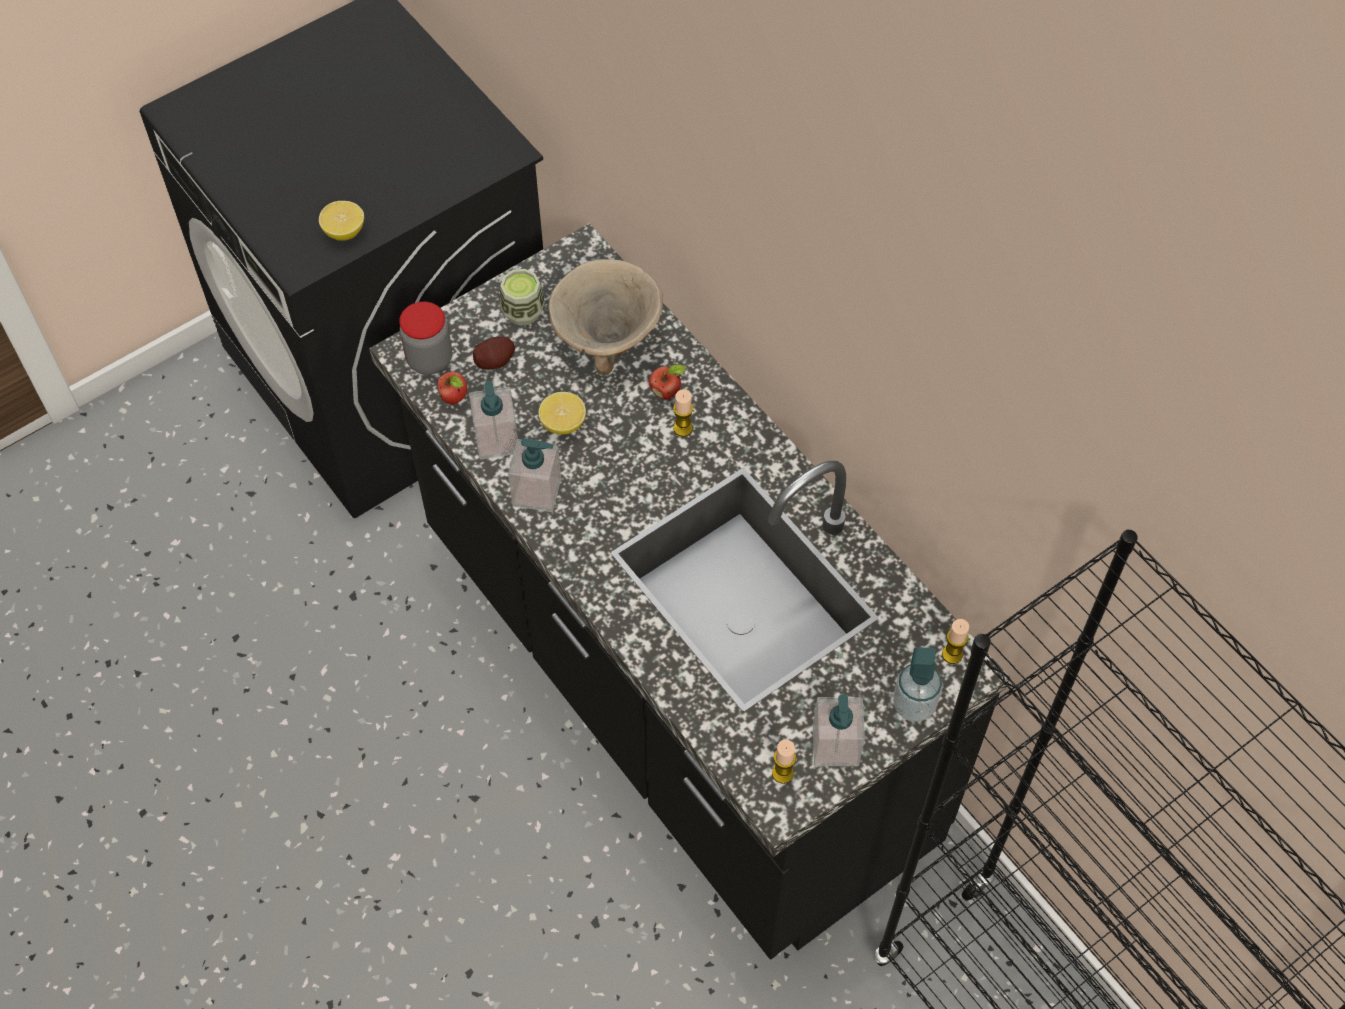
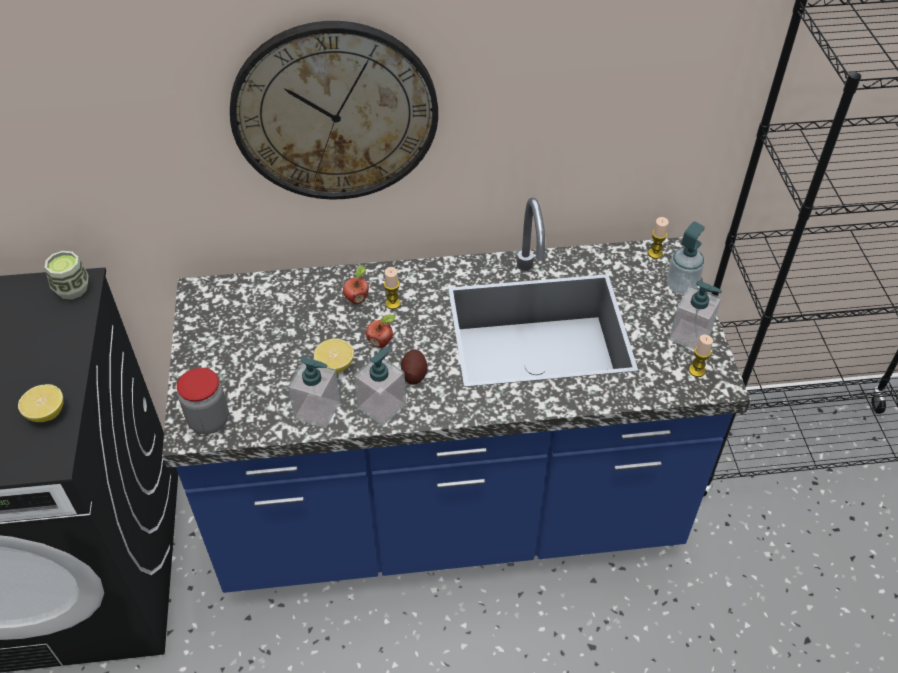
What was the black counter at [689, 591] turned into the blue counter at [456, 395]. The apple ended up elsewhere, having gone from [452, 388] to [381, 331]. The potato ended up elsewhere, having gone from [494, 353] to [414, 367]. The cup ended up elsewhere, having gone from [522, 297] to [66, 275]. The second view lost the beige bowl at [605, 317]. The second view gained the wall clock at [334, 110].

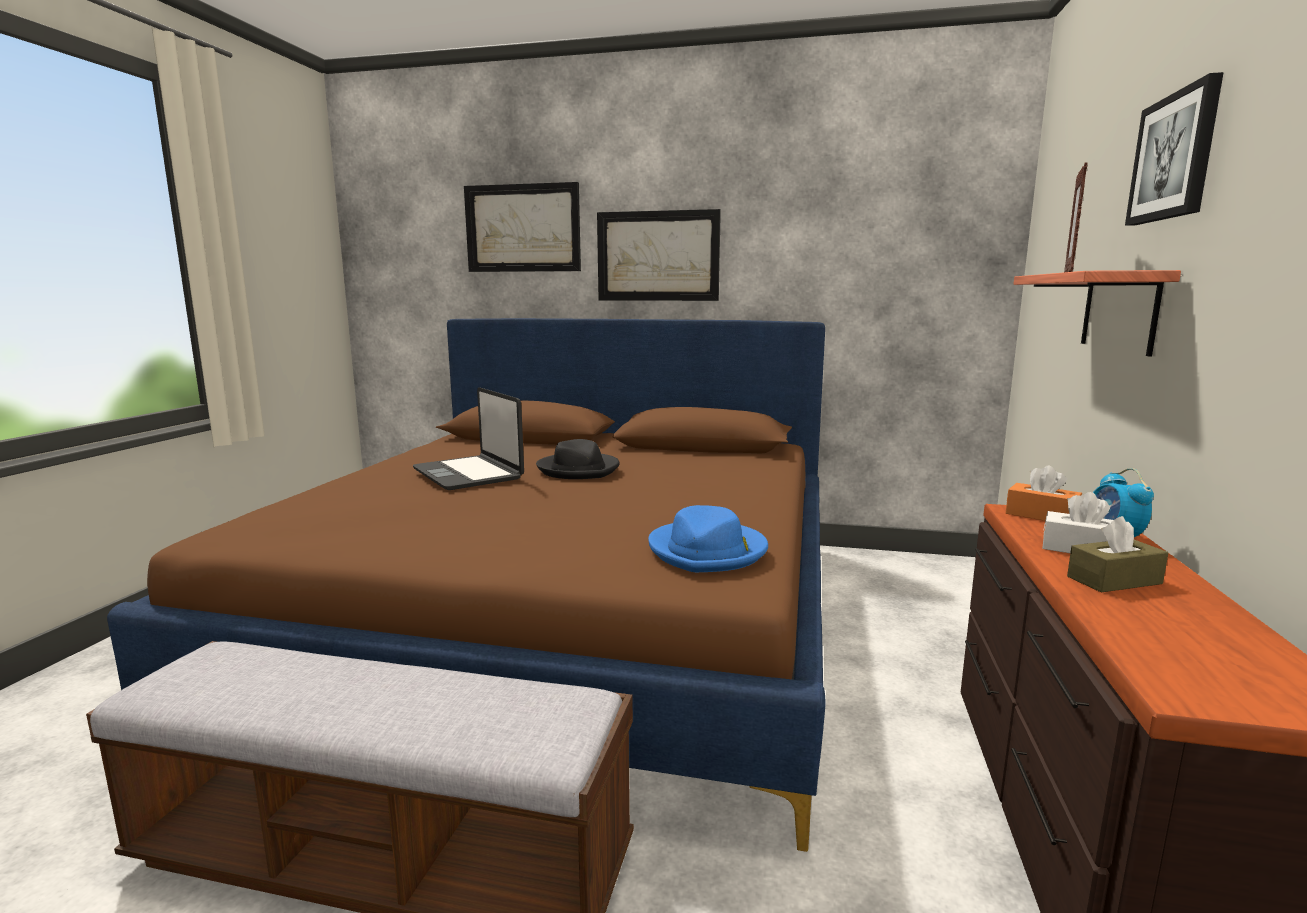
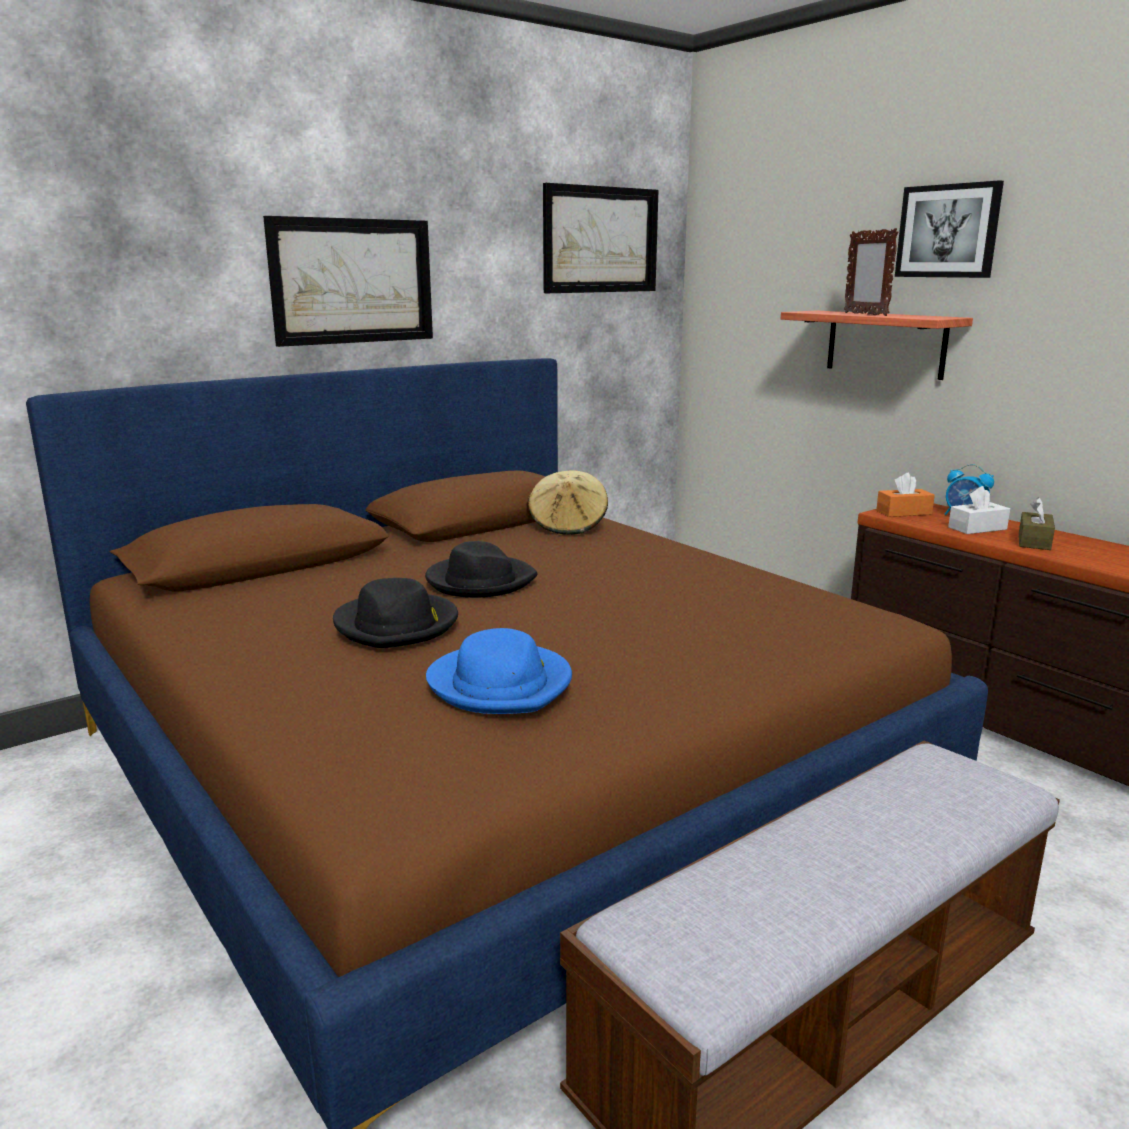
Where the laptop stood at [468, 438], the black hat came to stand at [395, 613]. The picture ended up elsewhere, having gone from [522, 227] to [601, 238]. The blue hat ended up elsewhere, having gone from [708, 538] to [499, 671]. The second view gained the beige hat at [568, 502].

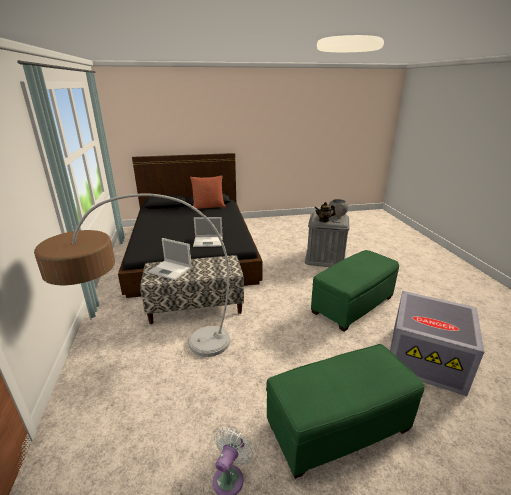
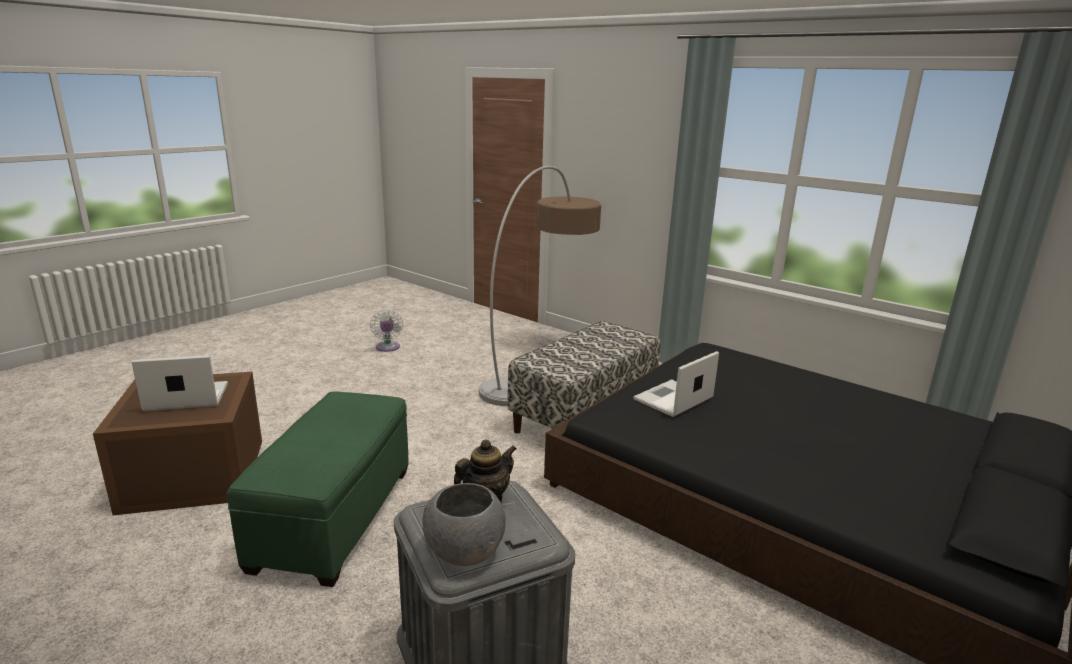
The laptop ended up elsewhere, having gone from [169, 259] to [180, 383]. The second view lost the pillow at [207, 192]. The second view lost the green ottoman at [345, 411]. What was the grey storage box at [437, 343] turned into the brown storage box at [177, 443].

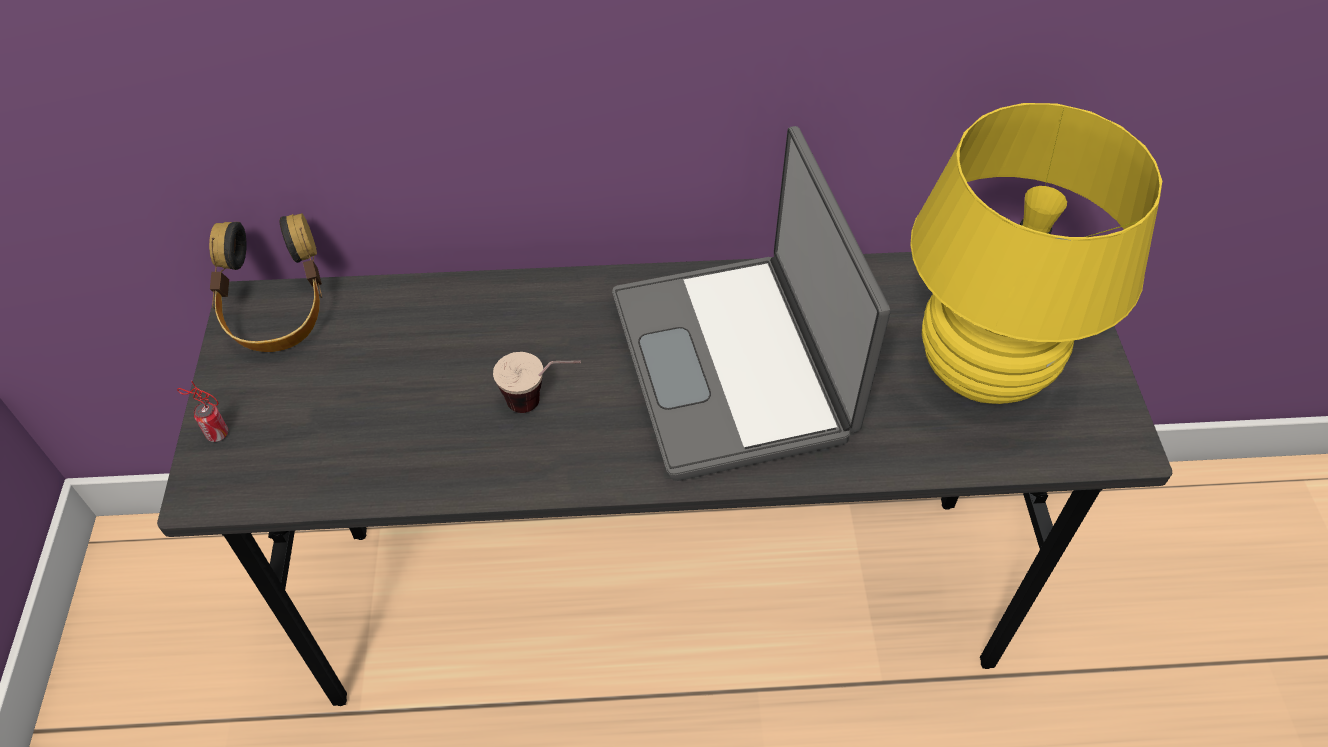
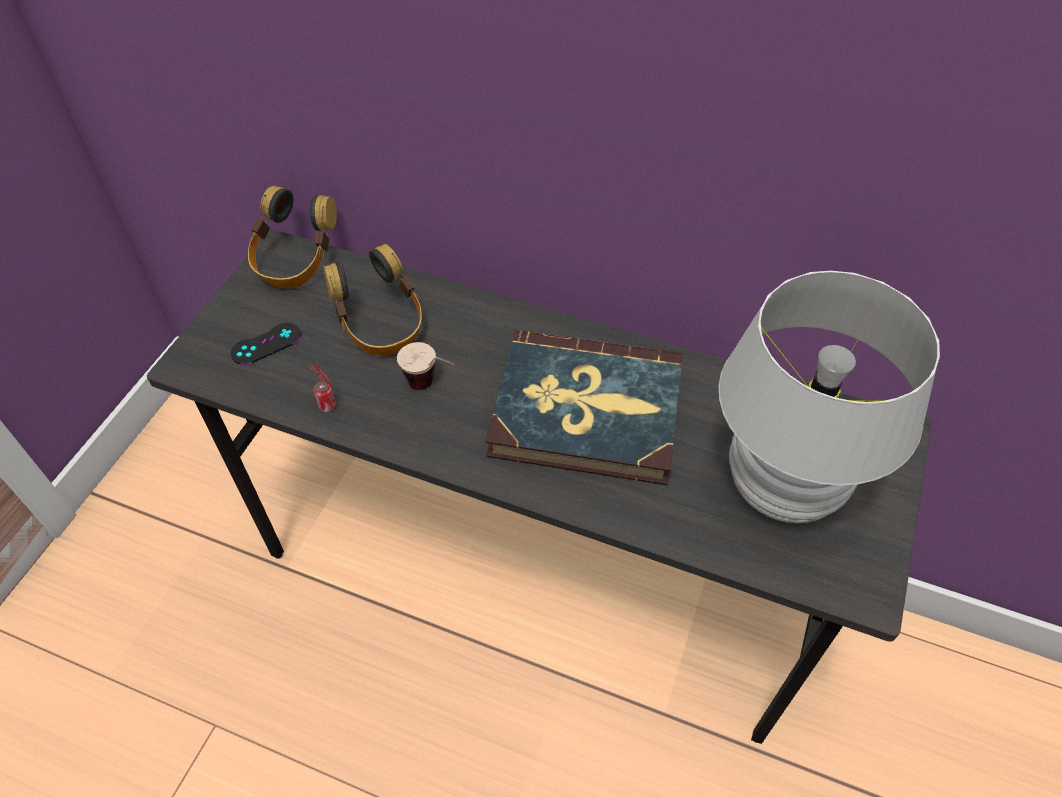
The can ended up elsewhere, having gone from [202, 411] to [322, 387]. Where the laptop stood at [751, 303], the book came to stand at [584, 407]. What was the yellow table lamp at [1036, 253] turned into the white table lamp at [829, 397]. The second view gained the black game controller at [266, 344]. The second view gained the headphones at [372, 300].

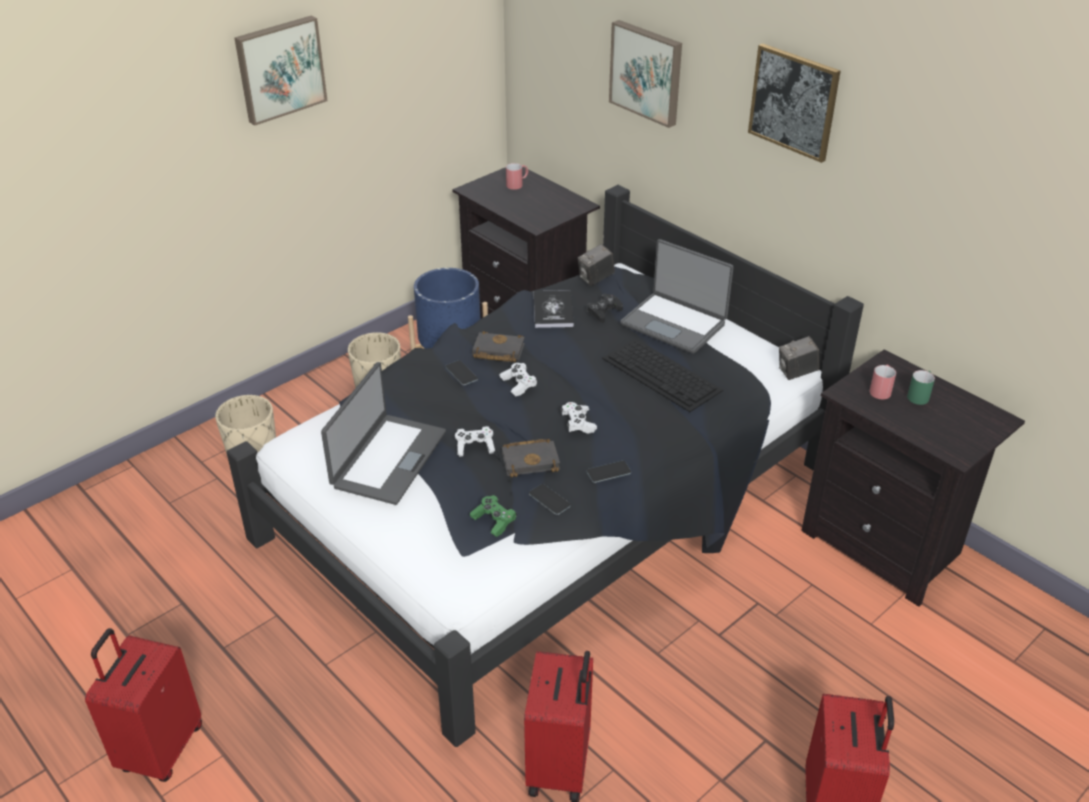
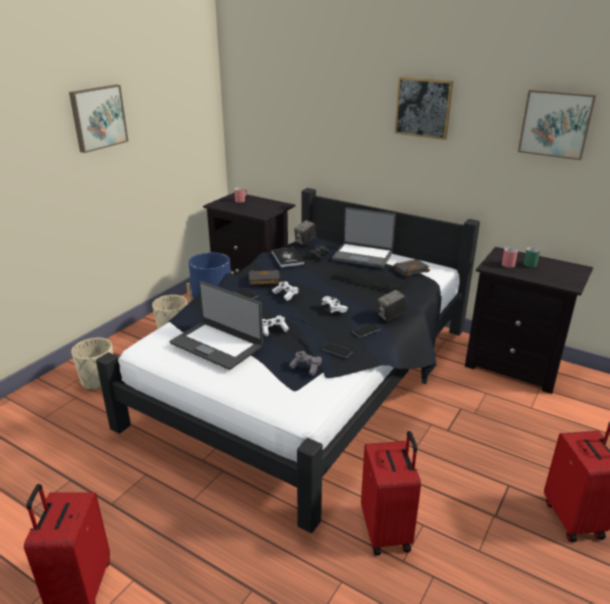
The laptop at [383, 433] ended up facing another way, 120 degrees clockwise from before. What was the green game controller at [493, 516] turned into the grey game controller at [305, 363]. The black book ended up elsewhere, having gone from [531, 458] to [411, 268]. The picture ended up elsewhere, having gone from [645, 74] to [557, 124]. The photo camera ended up elsewhere, having gone from [799, 358] to [391, 305].

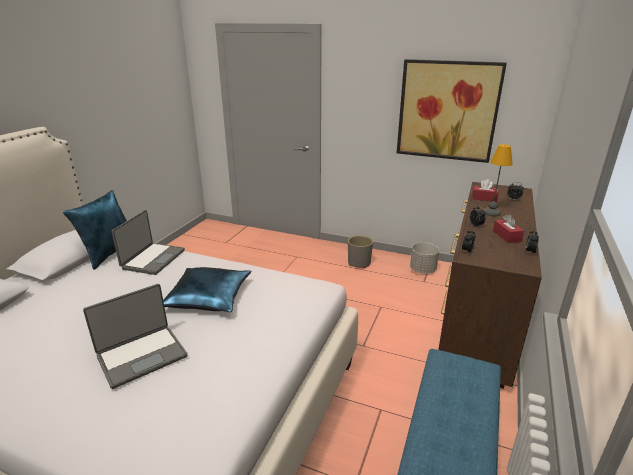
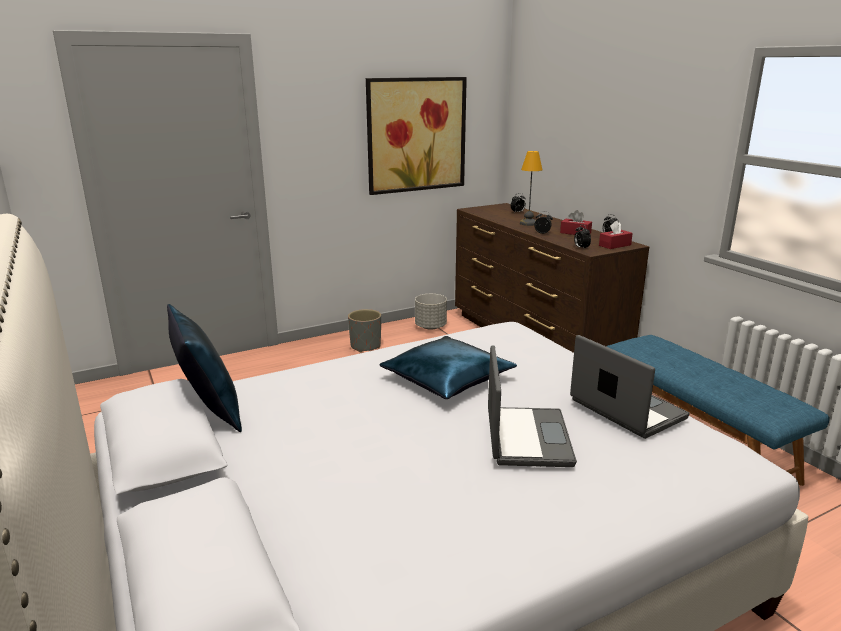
The laptop ended up elsewhere, having gone from [148, 242] to [630, 387]. The red tissue box ended up elsewhere, having gone from [485, 190] to [616, 235].

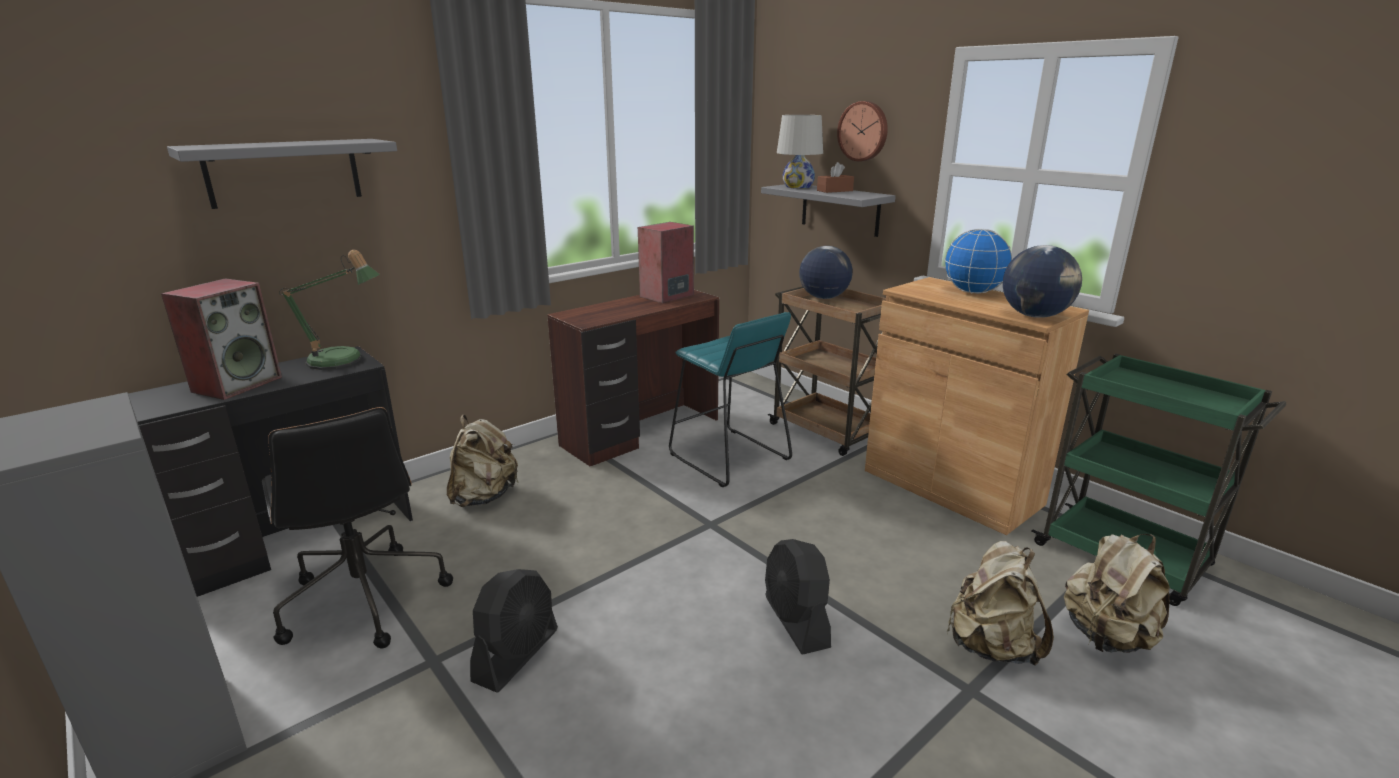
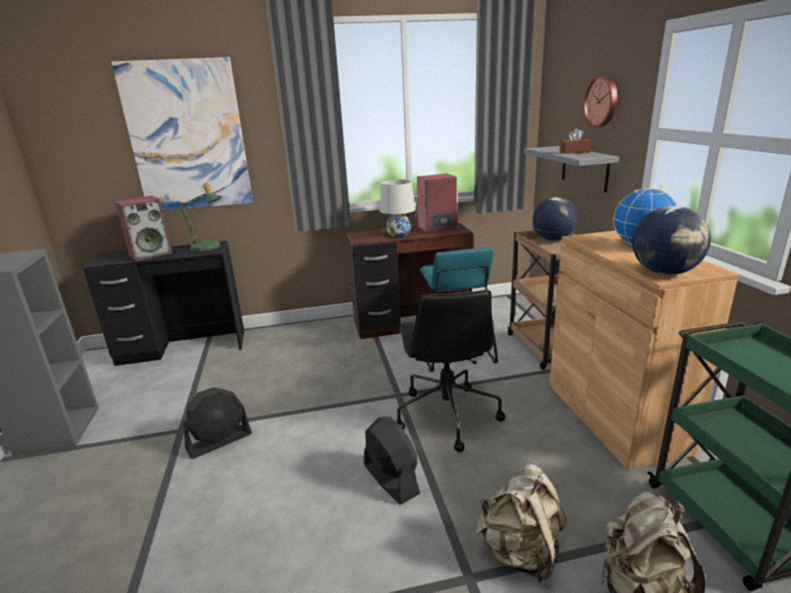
Where the grey shelf hung at [282, 174], the picture came to hang at [182, 134]. The black office chair ended up elsewhere, having gone from [357, 527] to [451, 371]. The second view lost the beige backpack at [483, 460]. The black fan at [798, 597] ended up facing another way, 135 degrees clockwise from before. The white table lamp ended up elsewhere, having gone from [800, 152] to [397, 208].

